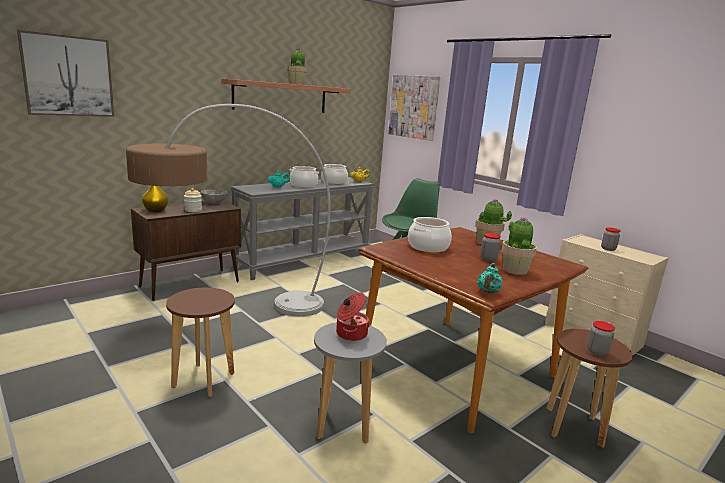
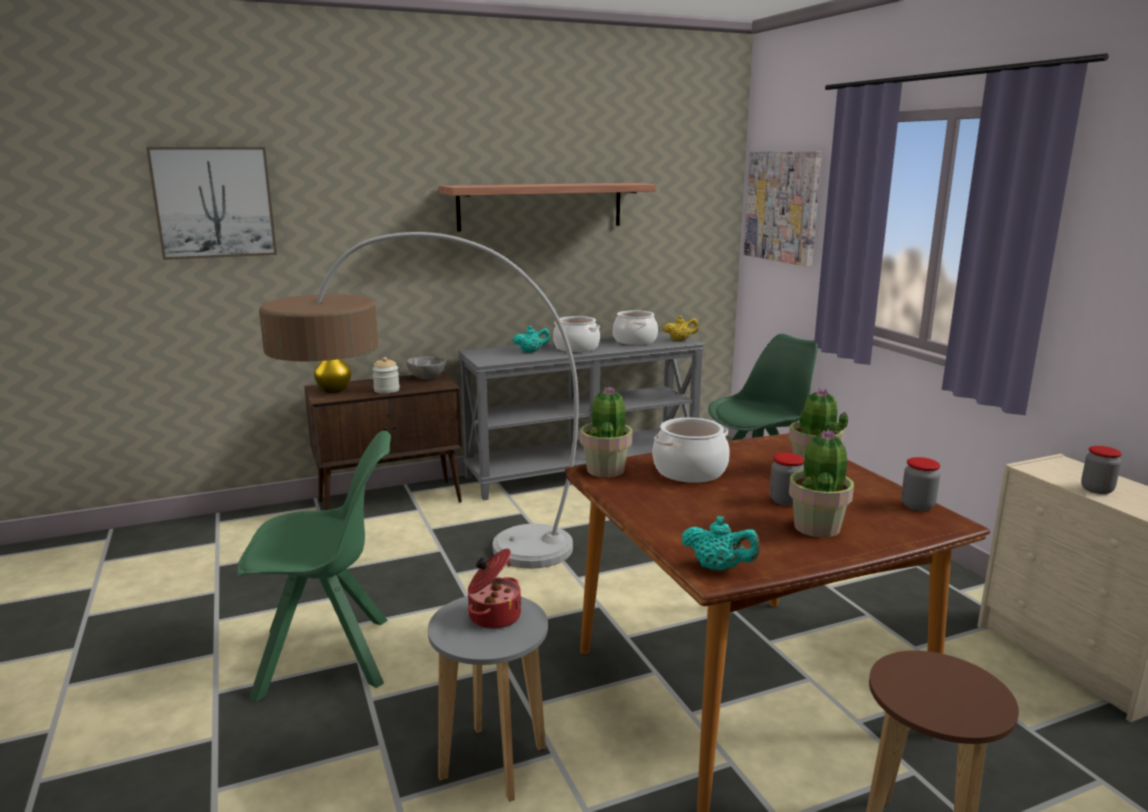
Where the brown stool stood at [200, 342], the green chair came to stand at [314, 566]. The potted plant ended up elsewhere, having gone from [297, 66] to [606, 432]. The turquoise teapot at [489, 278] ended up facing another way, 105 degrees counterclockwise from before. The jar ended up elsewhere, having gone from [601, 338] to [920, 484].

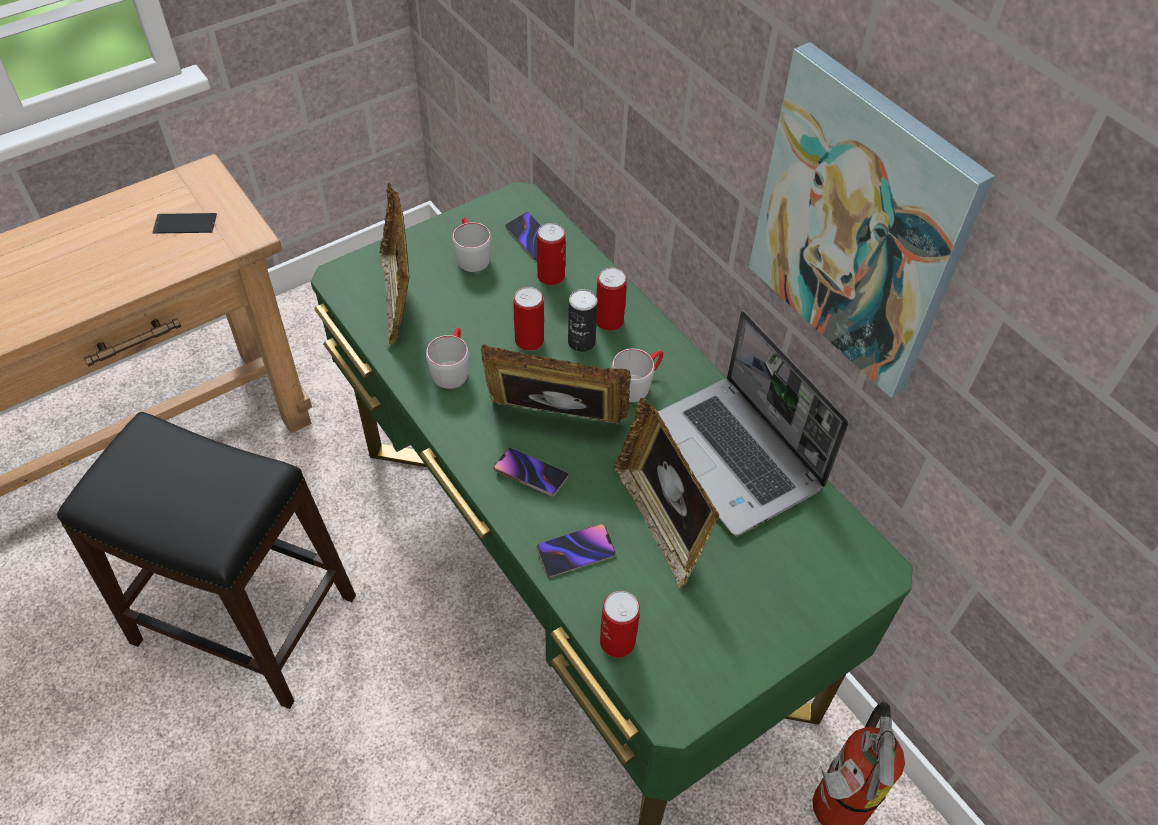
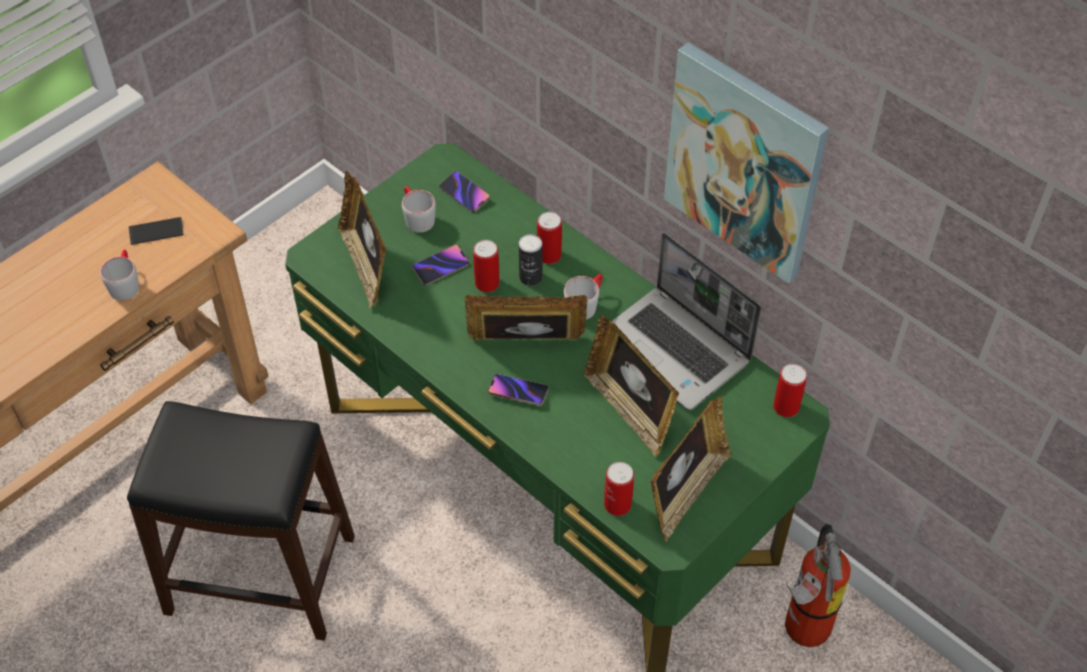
The grey mug ended up elsewhere, having gone from [447, 358] to [119, 275]. The can ended up elsewhere, having gone from [551, 254] to [790, 390]. The phone ended up elsewhere, having gone from [576, 550] to [440, 265]. The second view gained the picture frame at [691, 469].

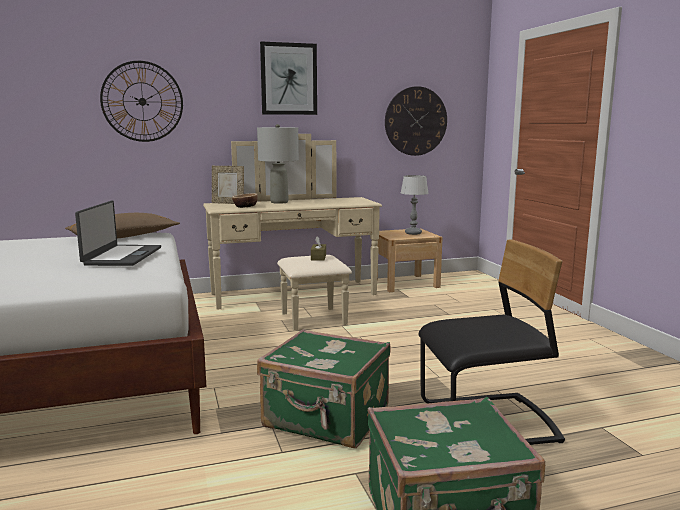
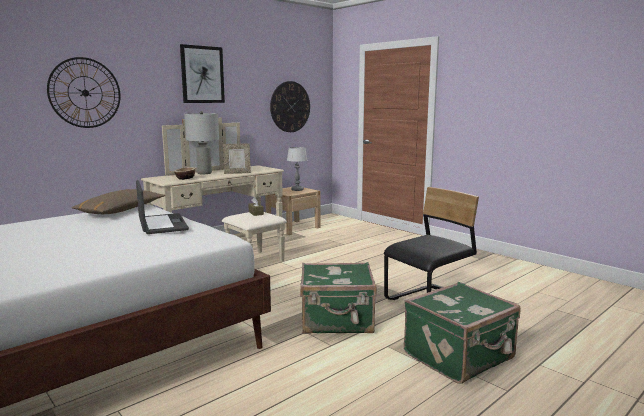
The picture frame ended up elsewhere, having gone from [228, 185] to [237, 158].

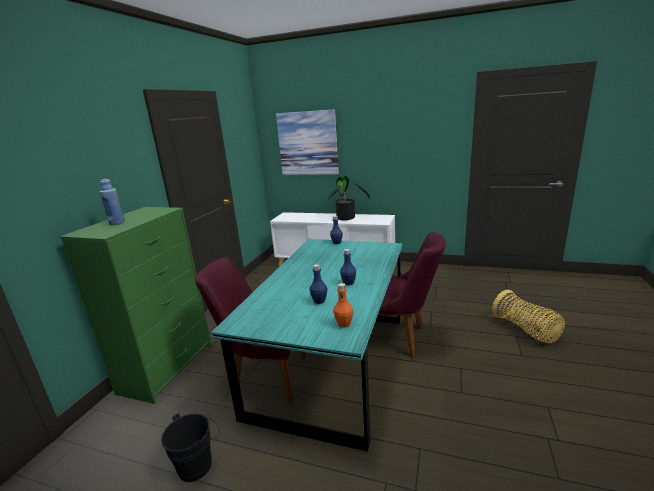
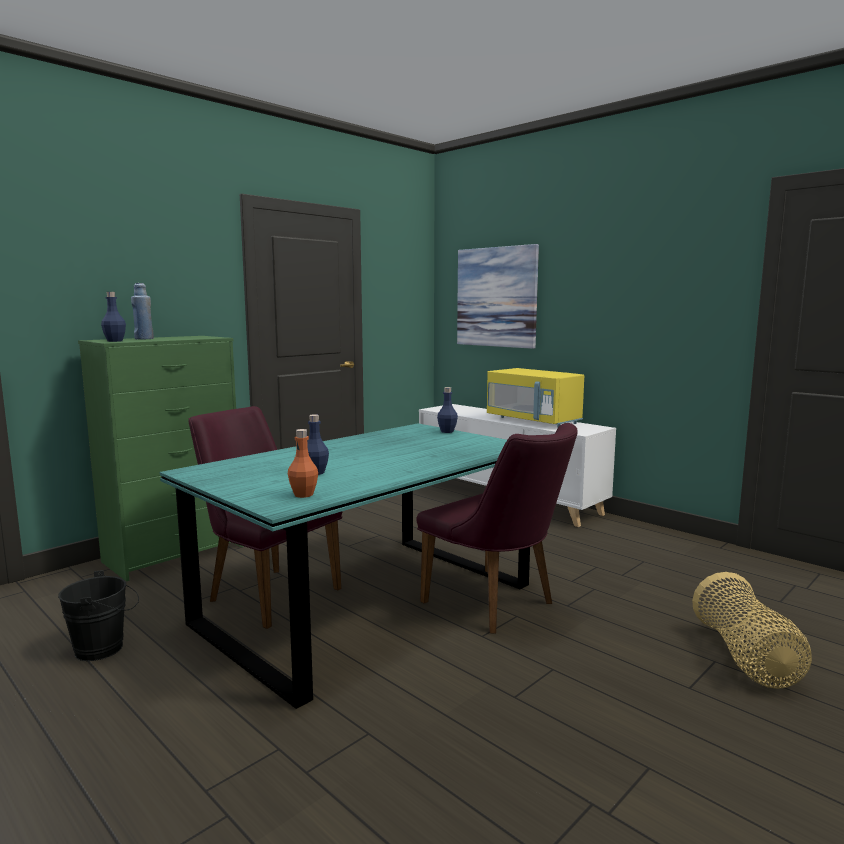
Where the potted plant stood at [348, 198], the yellow microwave came to stand at [535, 397]. The blue bottle ended up elsewhere, having gone from [348, 267] to [113, 317].

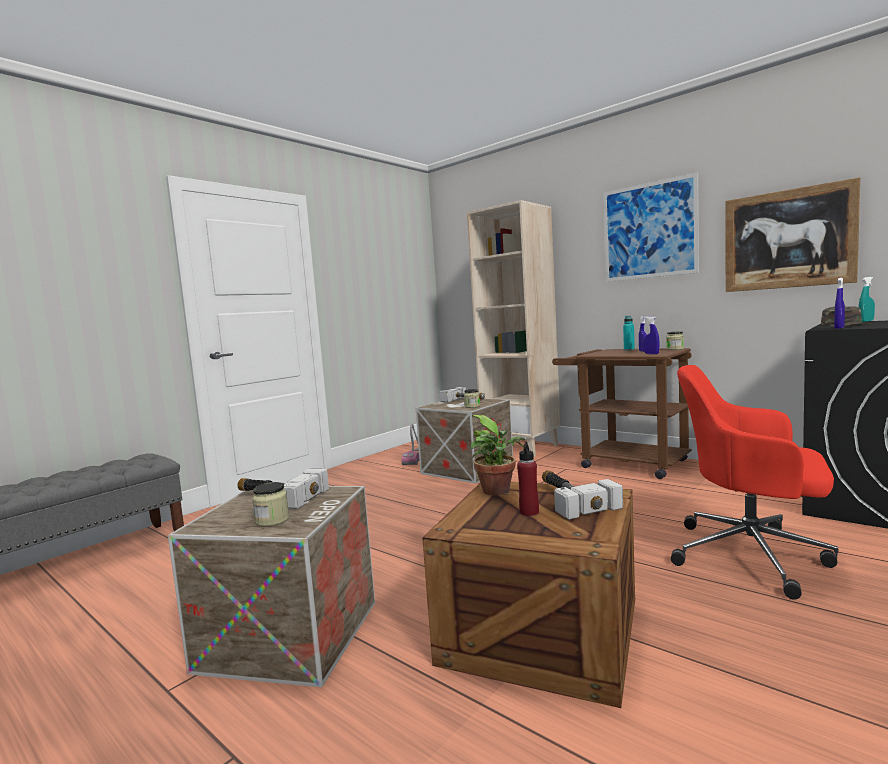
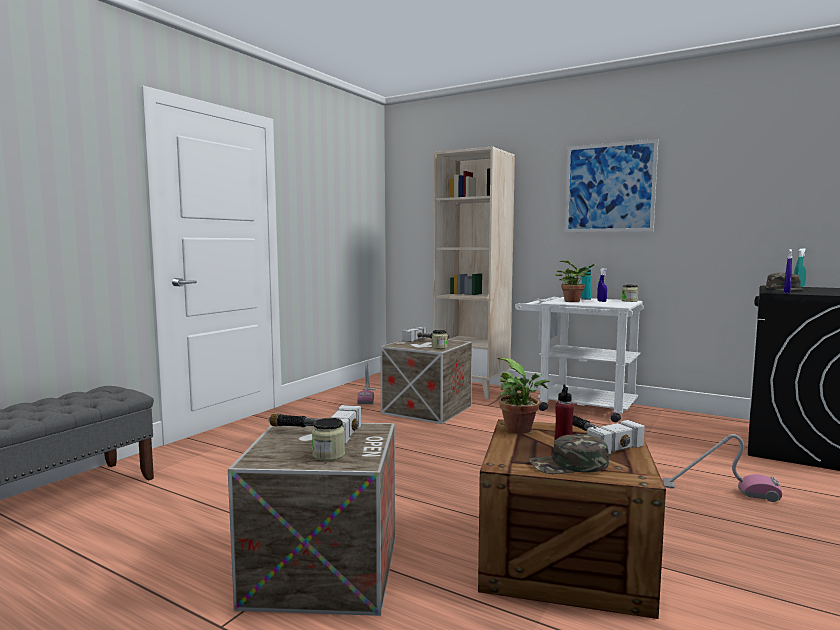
What was the brown cart at [622, 413] turned into the white cart at [579, 359]. The second view lost the blue spray bottle at [652, 335]. Where the red office chair stood at [754, 482], the vacuum cleaner came to stand at [722, 468]. The second view lost the picture at [792, 234]. The second view gained the green cap at [569, 454]. The second view gained the potted plant at [576, 281].

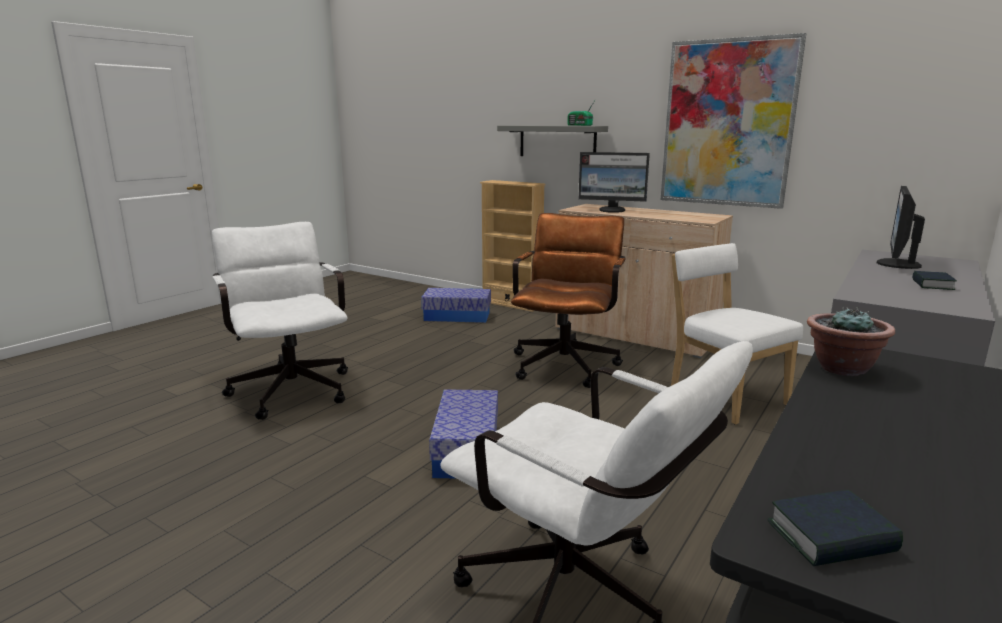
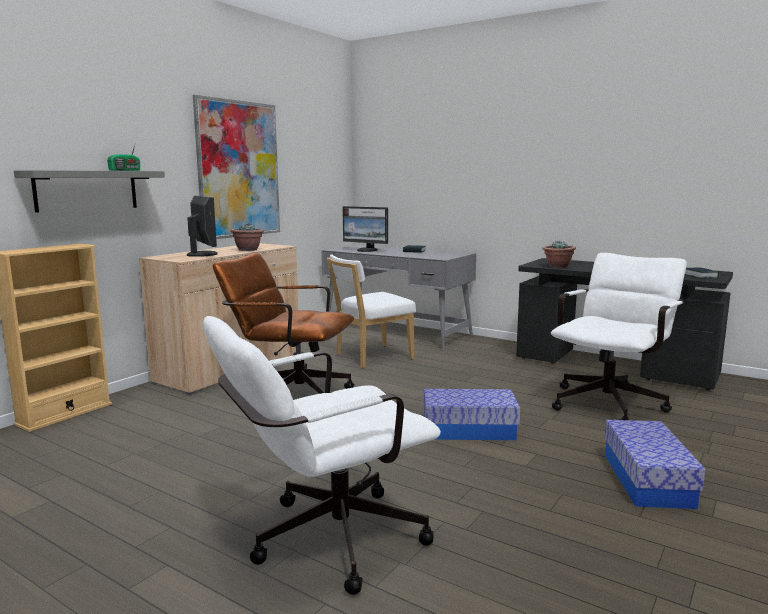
The storage box ended up elsewhere, having gone from [456, 305] to [655, 464]. The monitor at [614, 182] ended up facing another way, 45 degrees counterclockwise from before. The second view gained the potted plant at [247, 237].

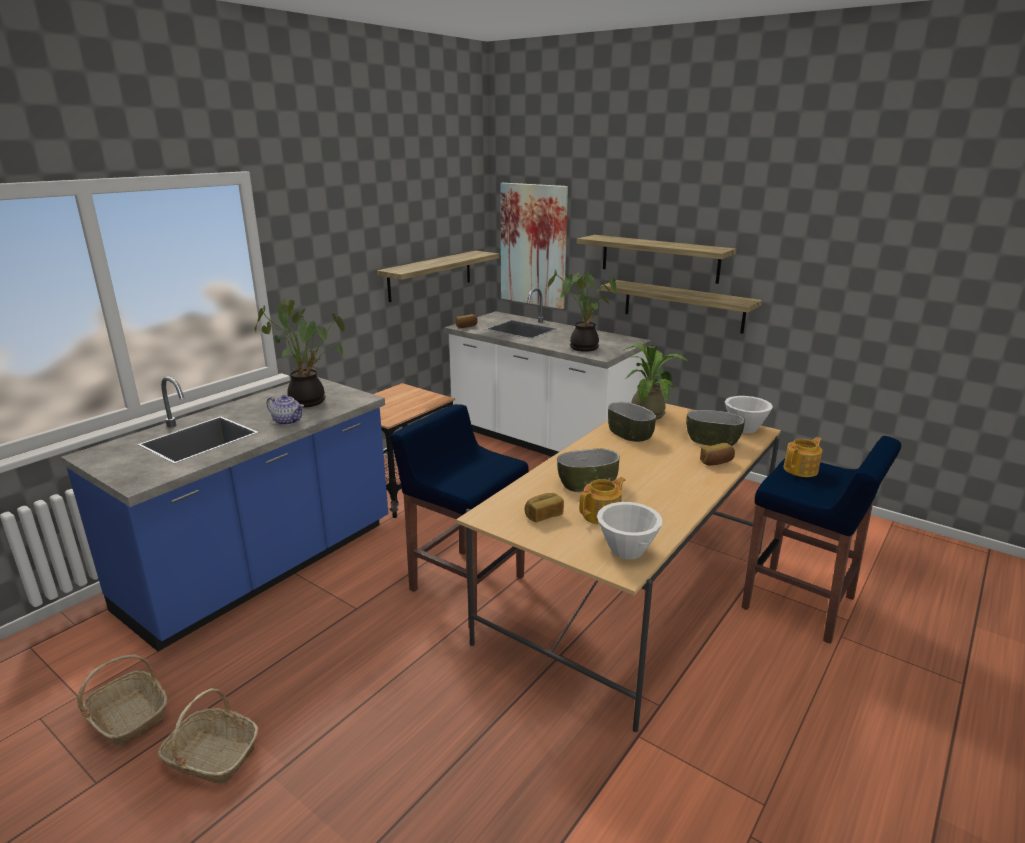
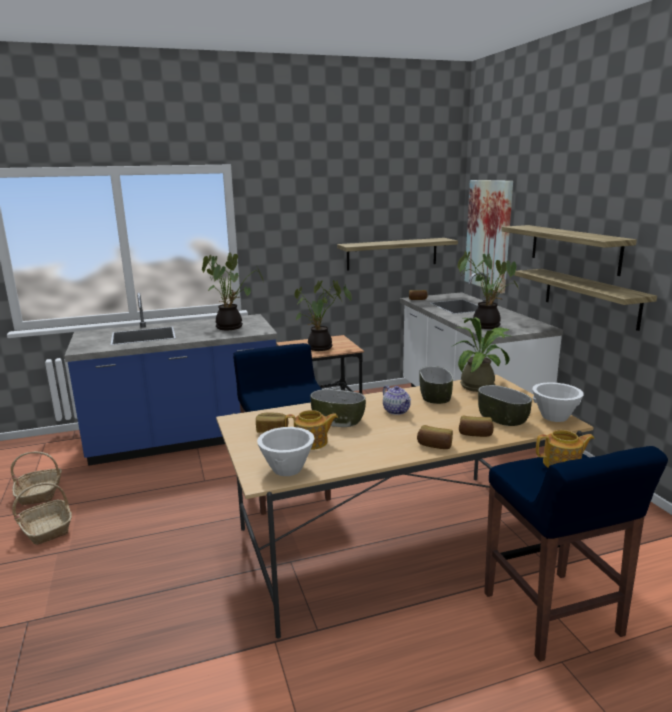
The teapot ended up elsewhere, having gone from [285, 410] to [397, 400]. The second view gained the potted plant at [323, 315]. The second view gained the bread at [435, 437].

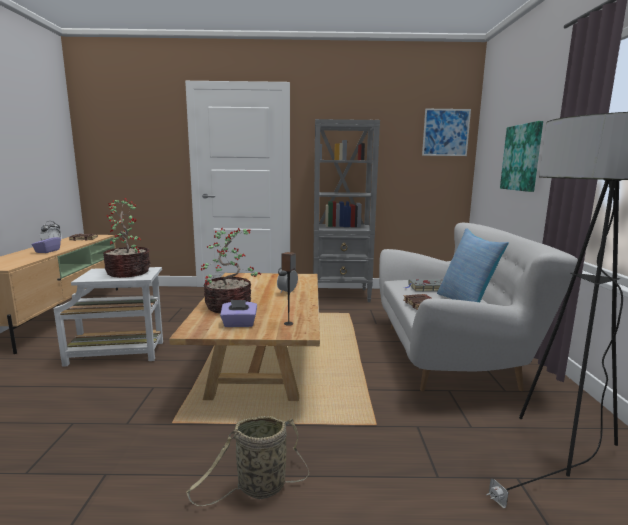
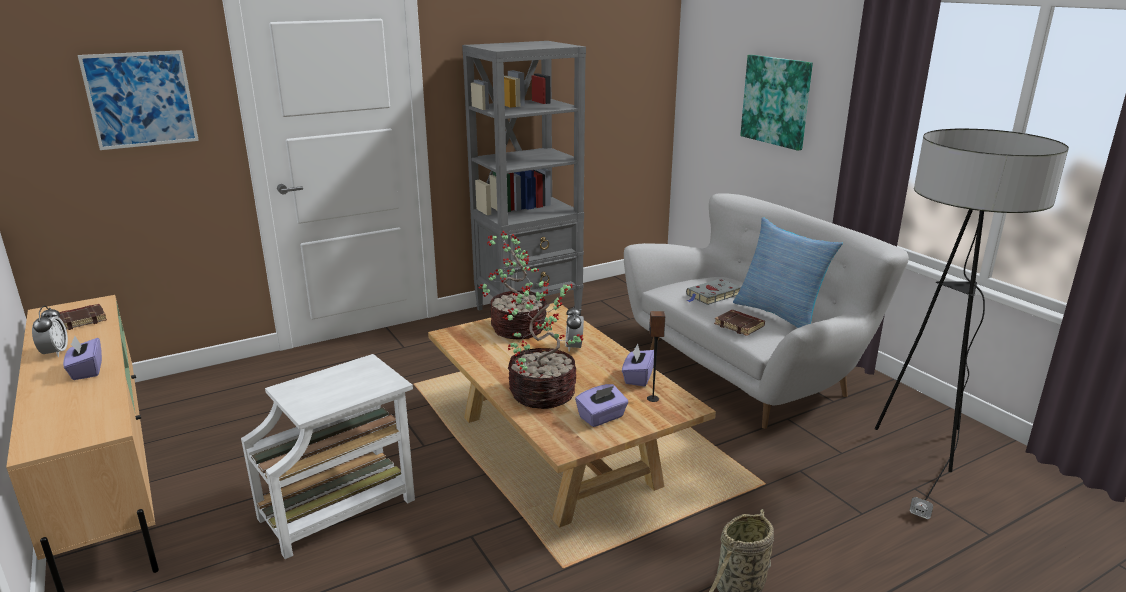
The potted plant ended up elsewhere, having gone from [127, 238] to [513, 285]. The picture ended up elsewhere, having gone from [446, 132] to [138, 100]. The second view gained the purple tissue box at [638, 365].

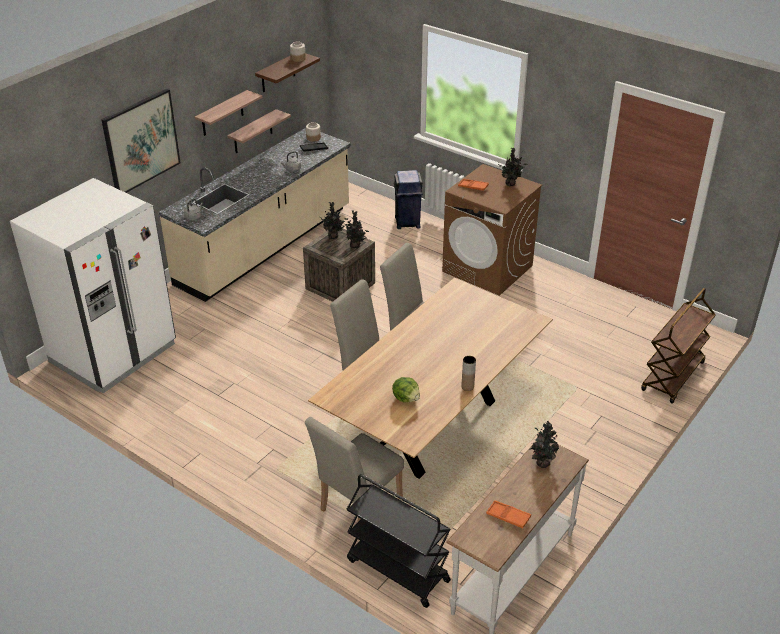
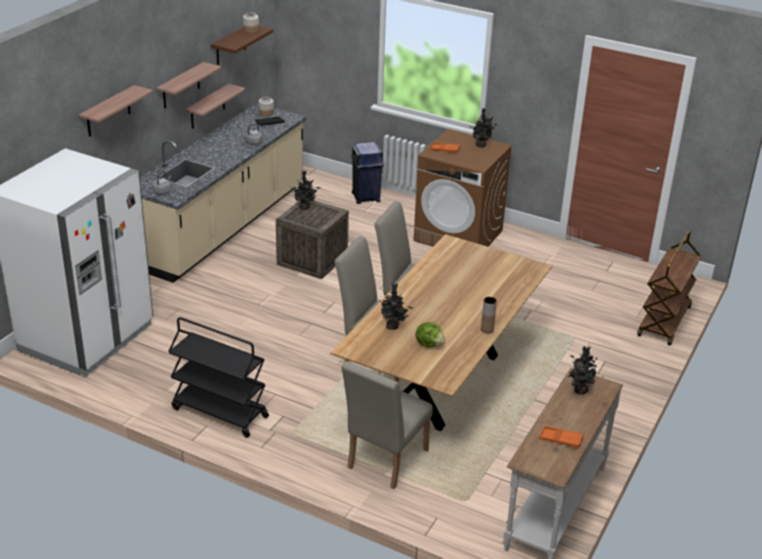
Where the picture hung at [141, 141], the shelf came to hang at [116, 111]. The potted plant ended up elsewhere, having gone from [356, 229] to [395, 306]. The black cart ended up elsewhere, having gone from [399, 541] to [218, 377].

